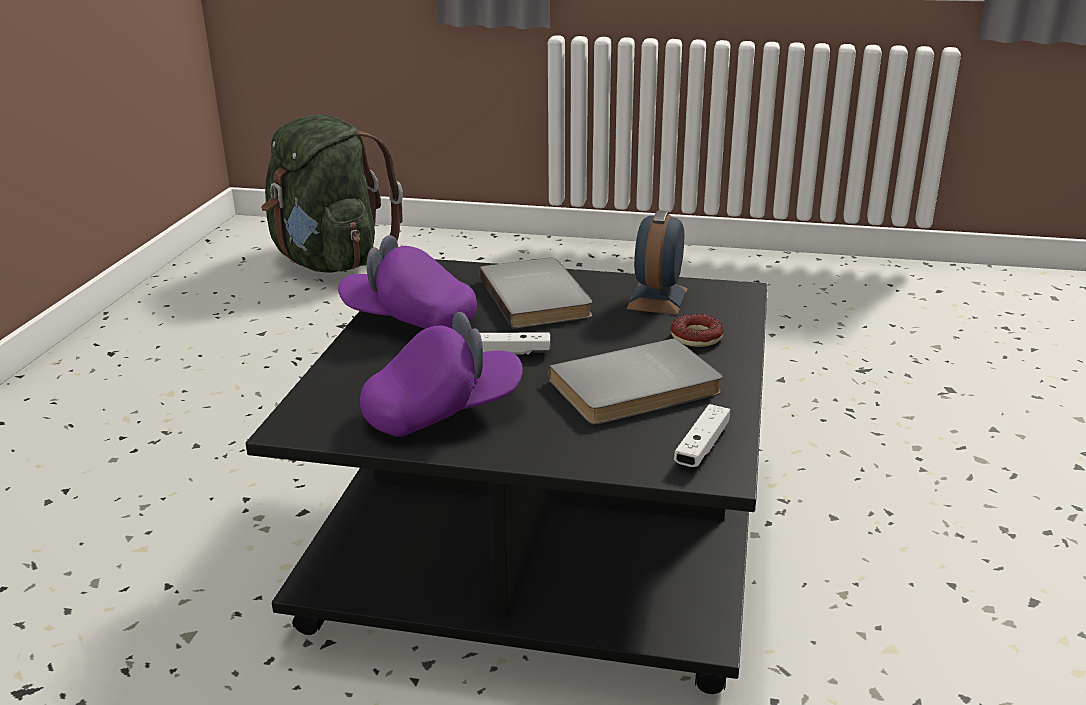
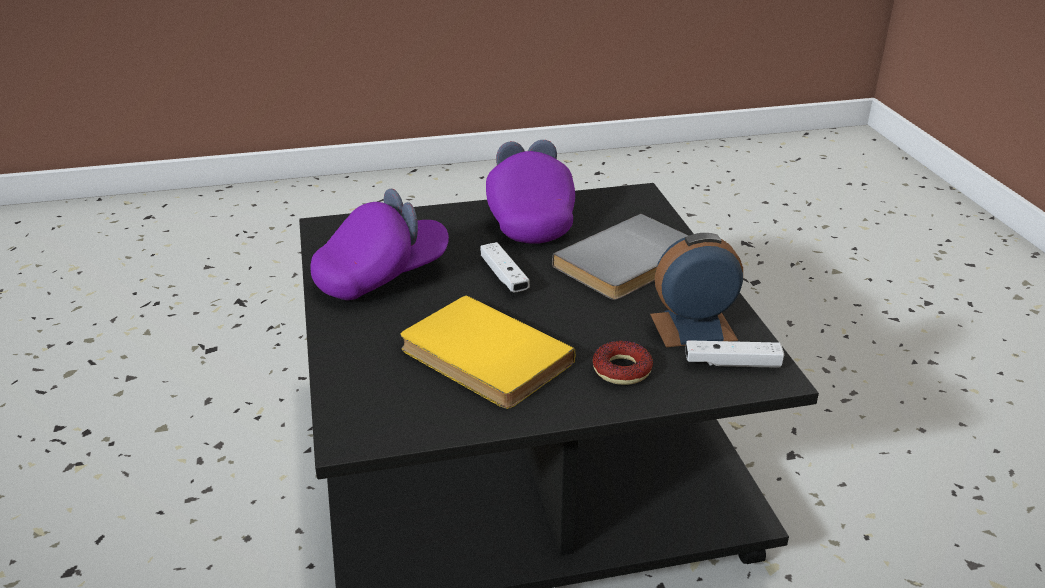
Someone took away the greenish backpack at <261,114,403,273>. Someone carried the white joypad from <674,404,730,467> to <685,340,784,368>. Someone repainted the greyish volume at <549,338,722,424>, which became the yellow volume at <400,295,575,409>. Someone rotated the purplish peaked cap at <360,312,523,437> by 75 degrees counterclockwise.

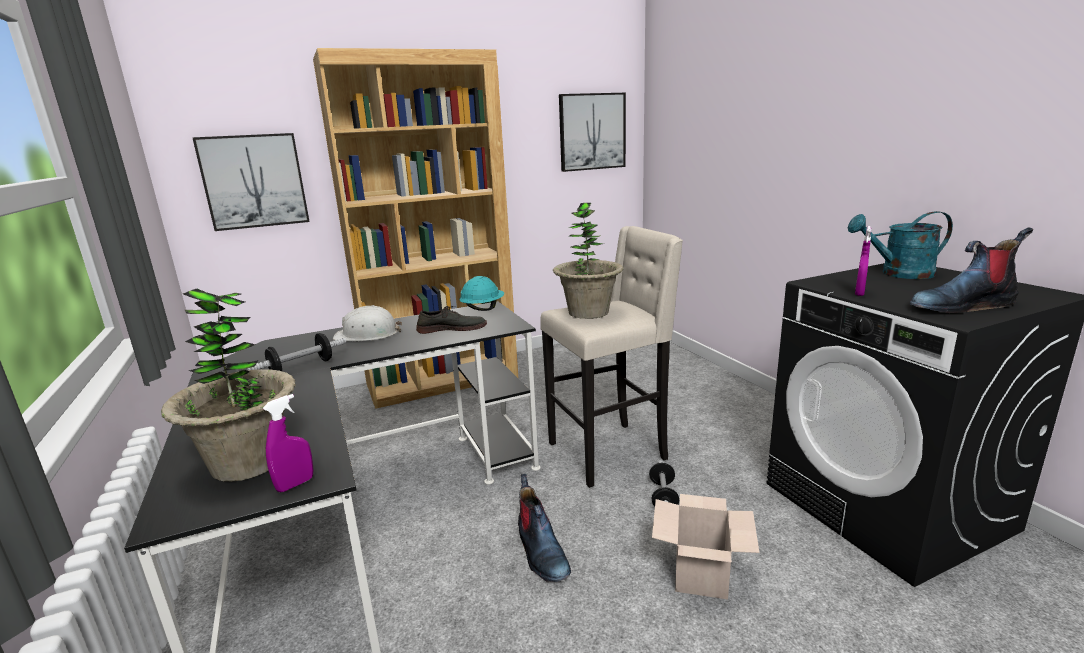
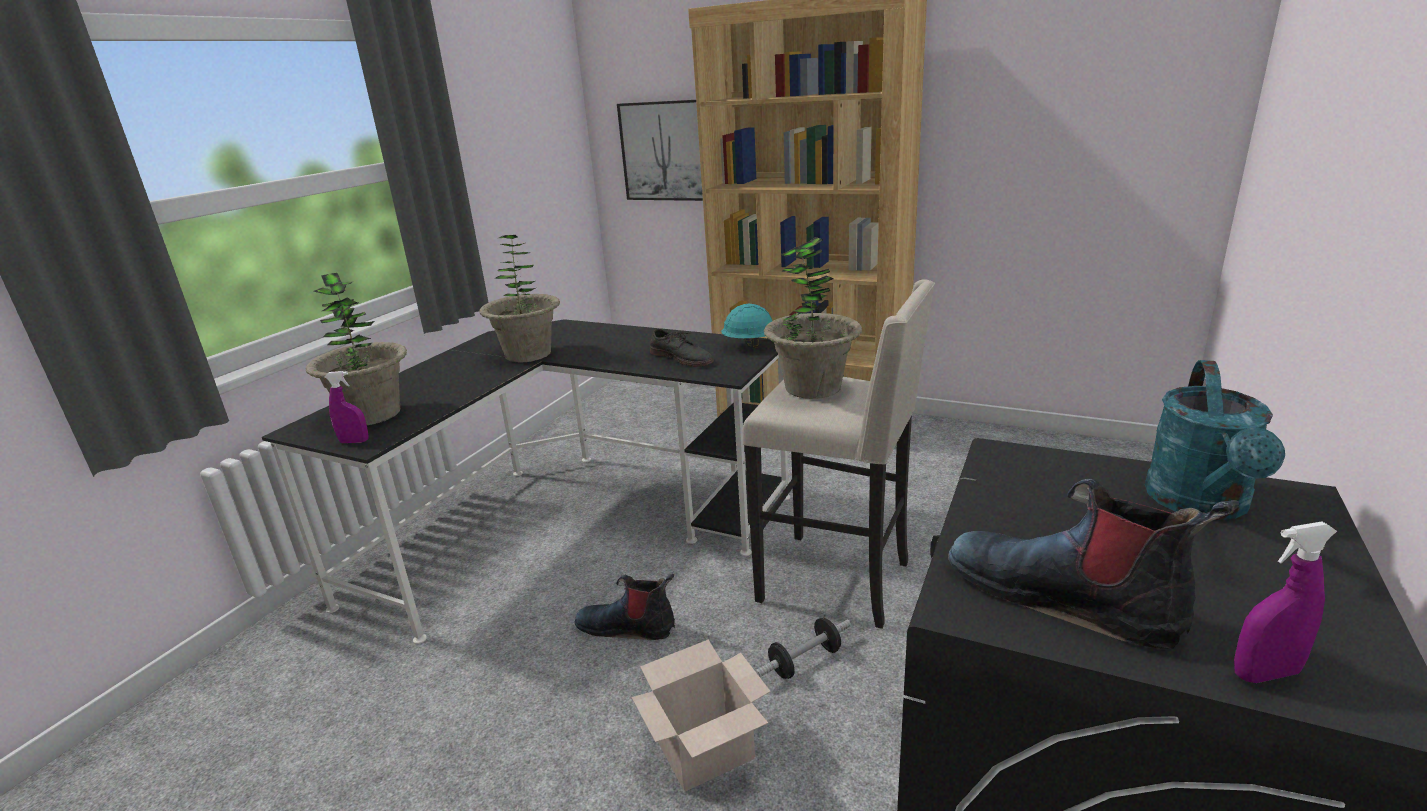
Someone took away the white hard hat at <333,305,402,342>. Someone took away the wall art at <559,93,626,172>. Someone carried the purplish hand sprayer from <855,226,871,296> to <1234,522,1337,683>. Someone swapped the free weight at <247,333,346,371> for the houseplant at <479,235,560,363>. Someone rotated the high-top boot at <518,474,571,582> by 75 degrees clockwise. Someone rotated the turquoise-coloured sprinkling can at <847,211,953,279> by 120 degrees counterclockwise.

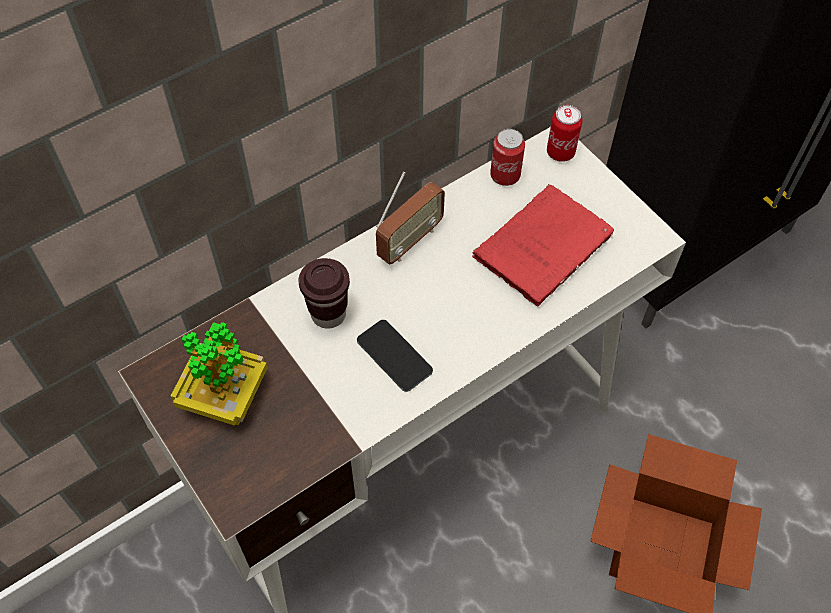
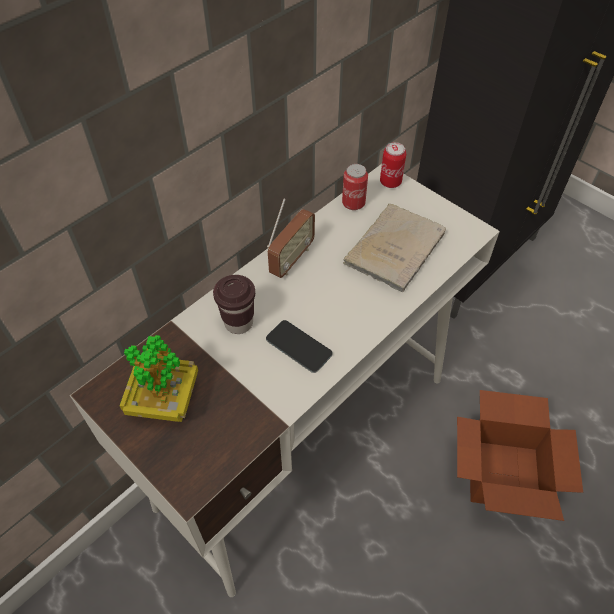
Someone repainted the reddish volume at <472,184,614,307>, which became the beige volume at <343,204,446,292>.

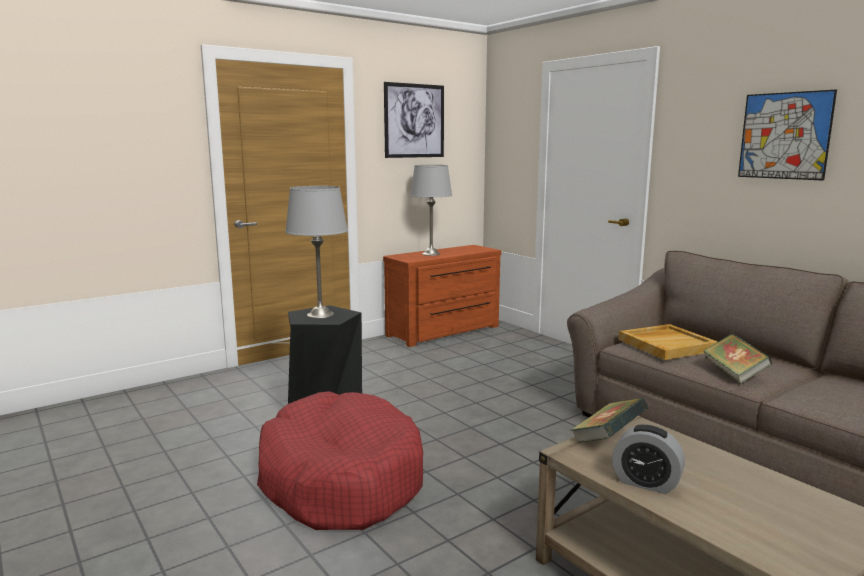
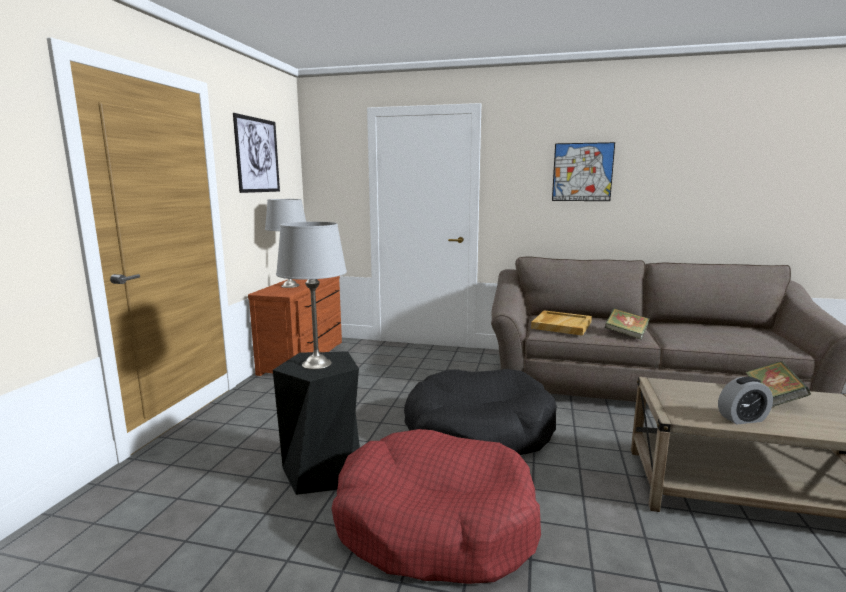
Someone put down the blackish pet bed at <404,369,557,455>. Someone carried the volume from <571,398,648,443> to <745,361,811,407>.

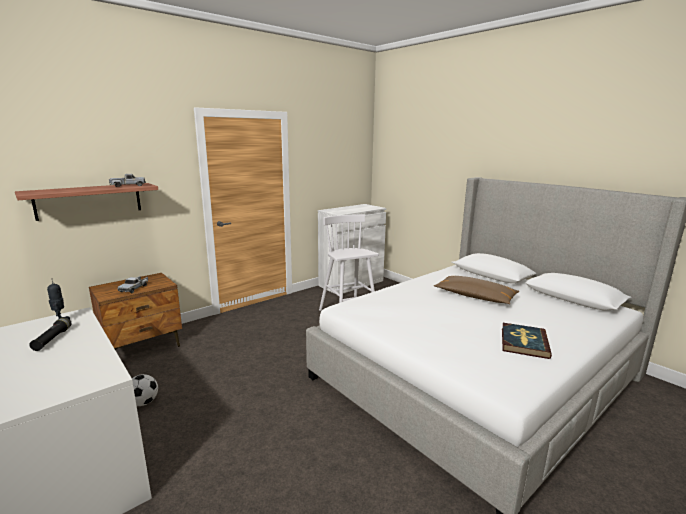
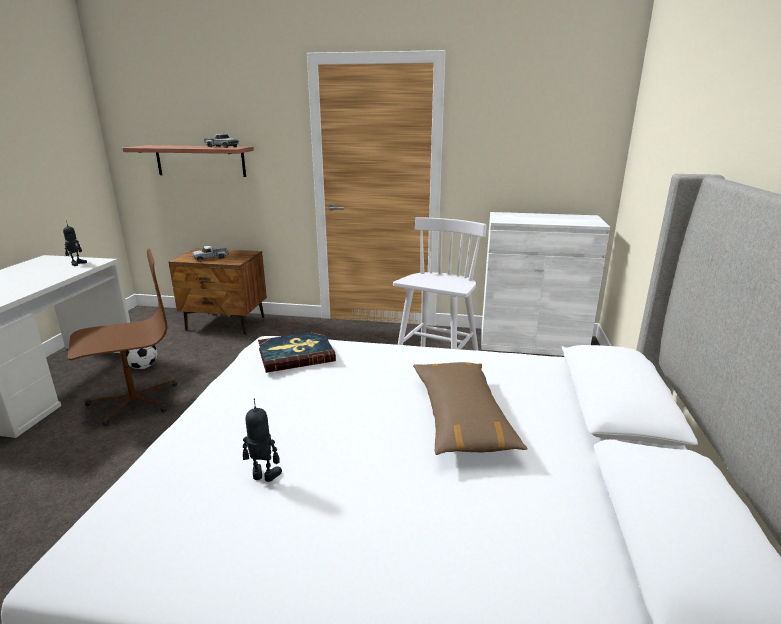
Someone took away the blackish hand torch at <29,317,72,351>. Someone put down the brownish office chair at <68,248,177,426>. Someone put down the model robot at <243,398,282,482>. Someone carried the volume from <502,323,552,359> to <258,331,336,373>.

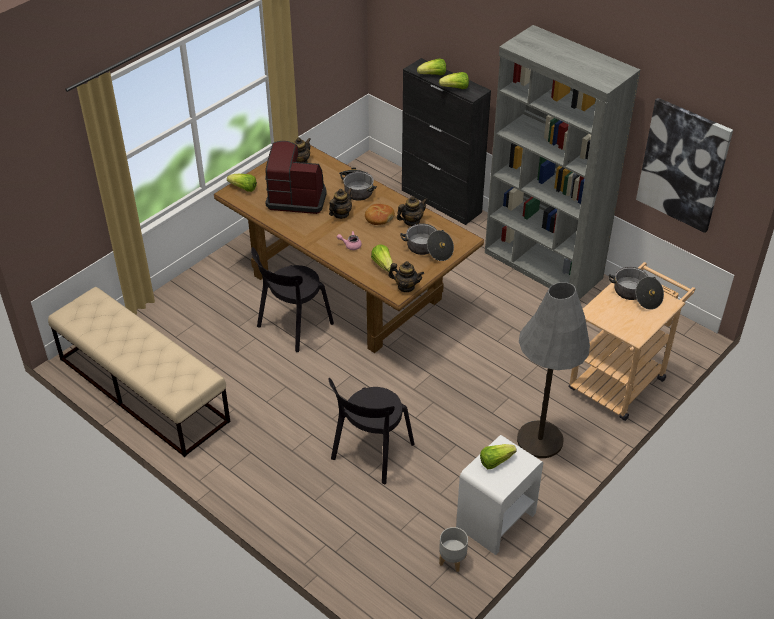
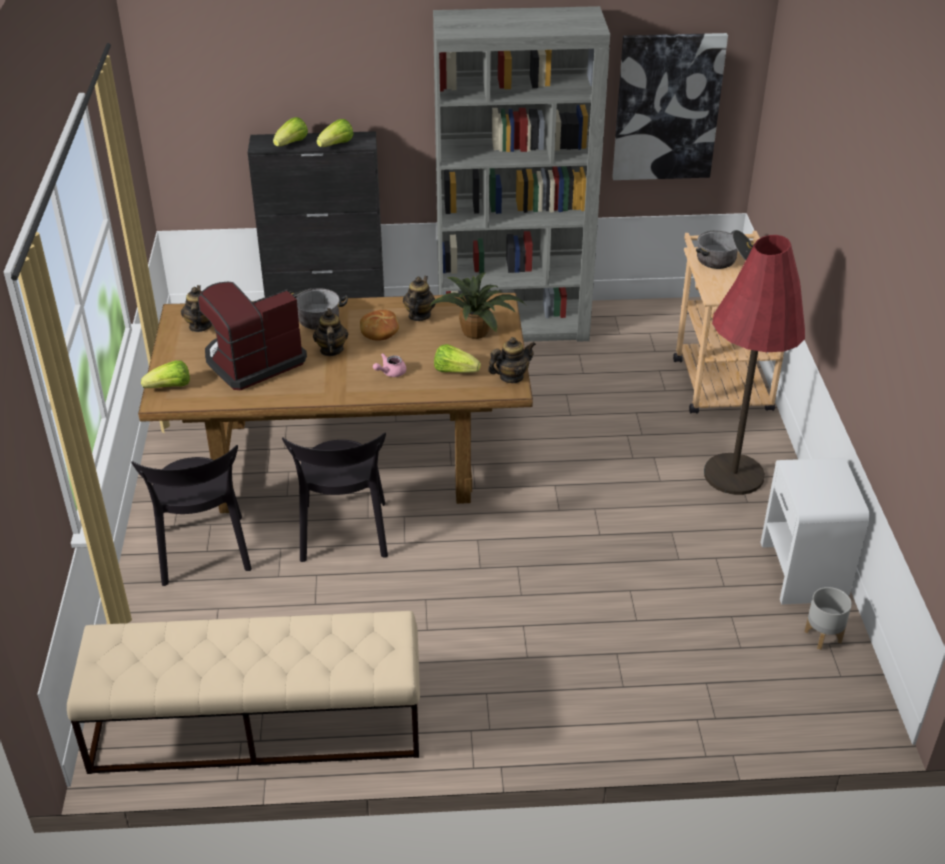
Someone took away the head of lettuce at <480,444,517,469>. Someone carried the blackish chair from <329,378,414,484> to <131,445,252,586>. Someone swapped the saucepot at <400,224,454,261> for the houseplant at <429,273,525,339>. Someone repainted the greyish floor lamp at <517,282,590,458>, which became the reddish floor lamp at <704,235,805,495>.

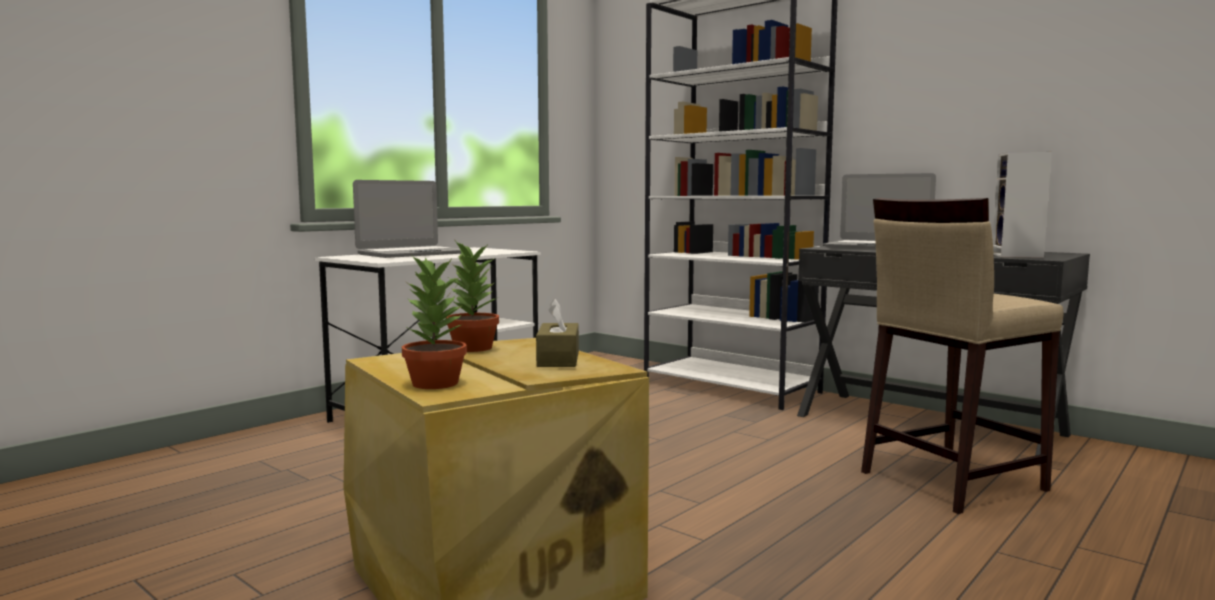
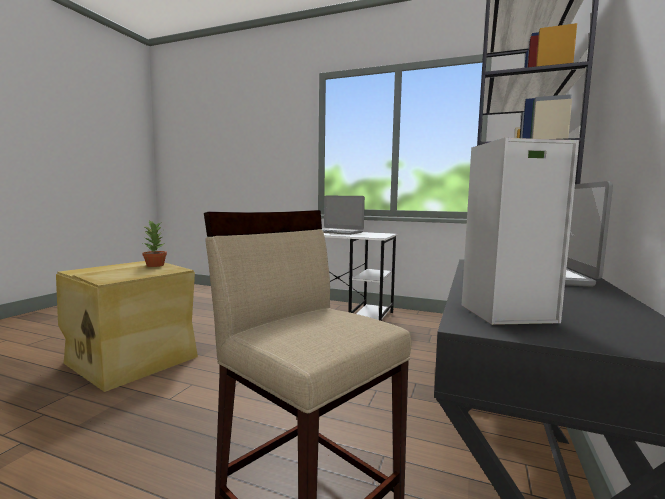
Someone took away the houseplant at <402,253,467,389>. Someone took away the brownish tissue holder at <536,299,579,367>.

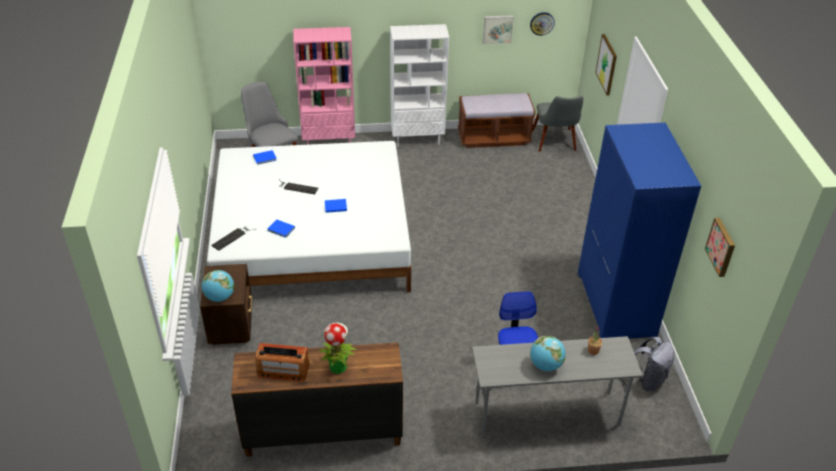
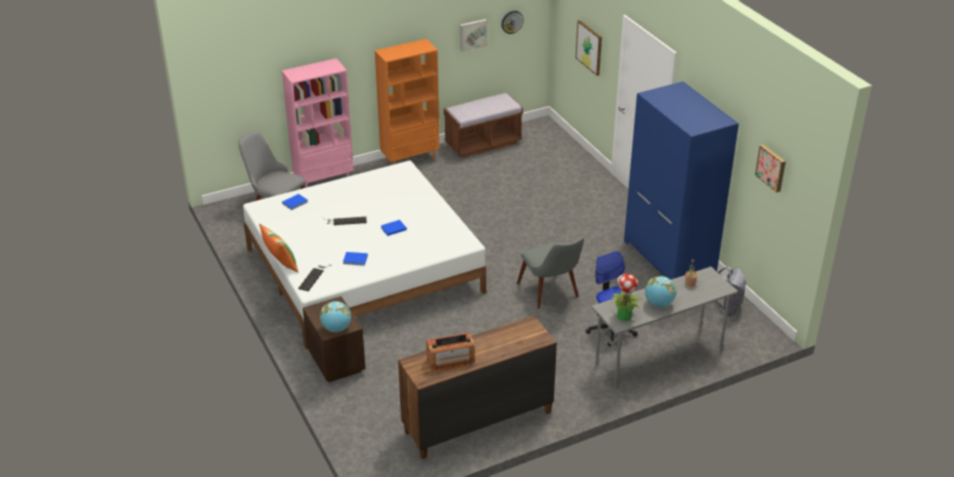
Someone put down the pillow at <259,224,298,273>. Someone carried the houseplant from <318,323,357,374> to <611,274,642,321>. Someone carried the greyish chair from <532,96,583,152> to <517,237,584,309>. Someone repainted the white bookcase at <390,24,449,147>, which became the orangey bookcase at <375,39,440,164>.

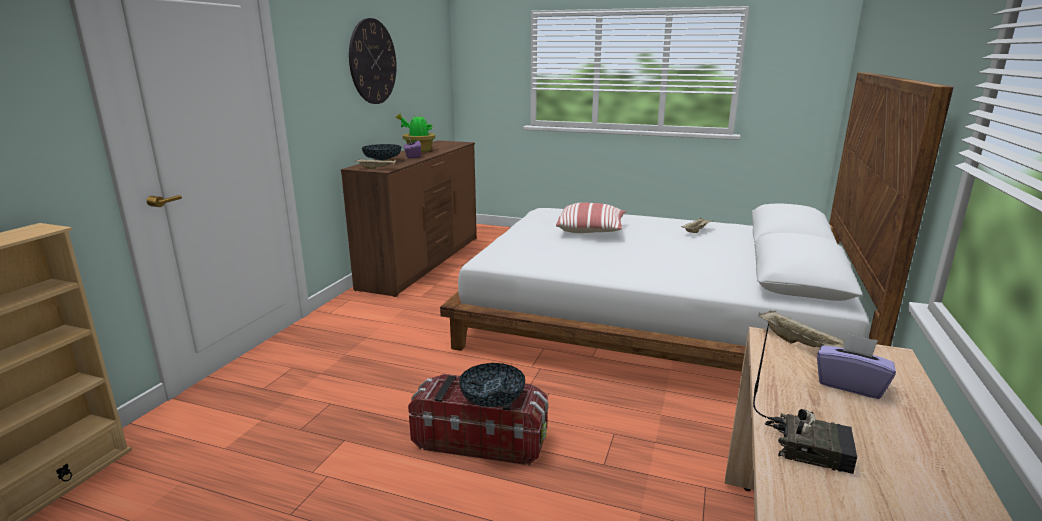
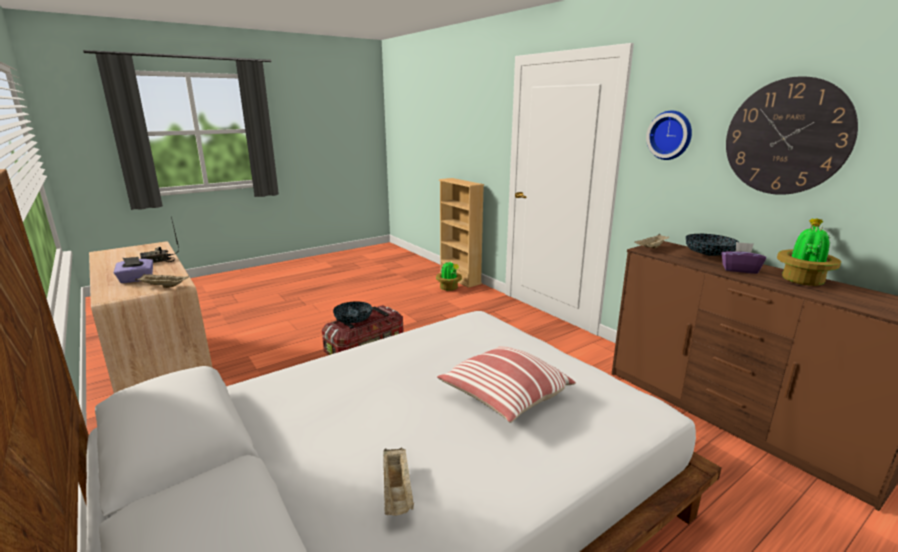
Someone put down the houseplant at <436,262,462,290>. Someone put up the clock on the wall at <646,110,692,160>.

